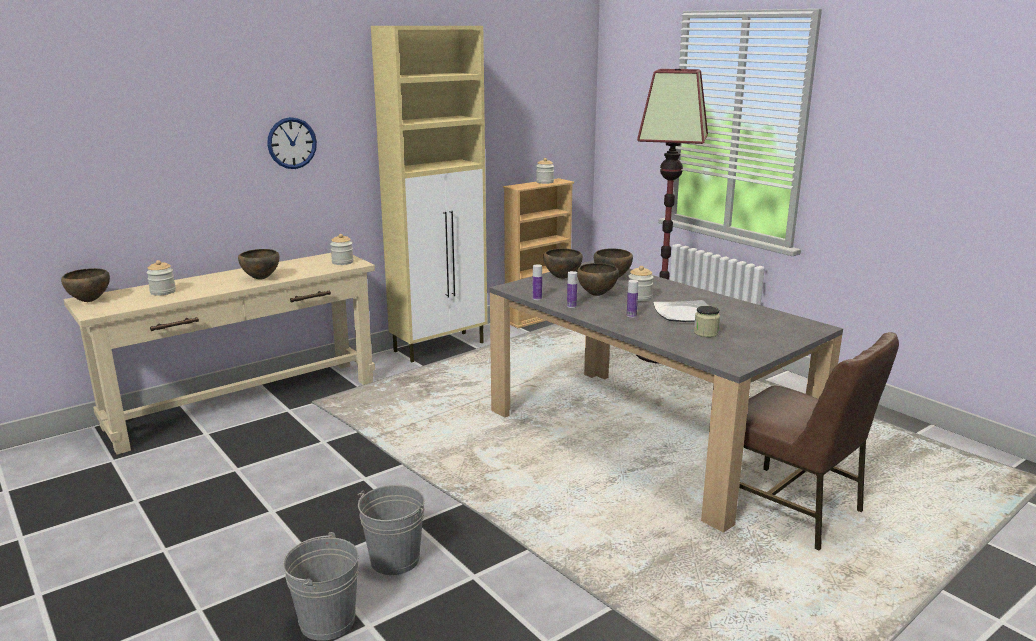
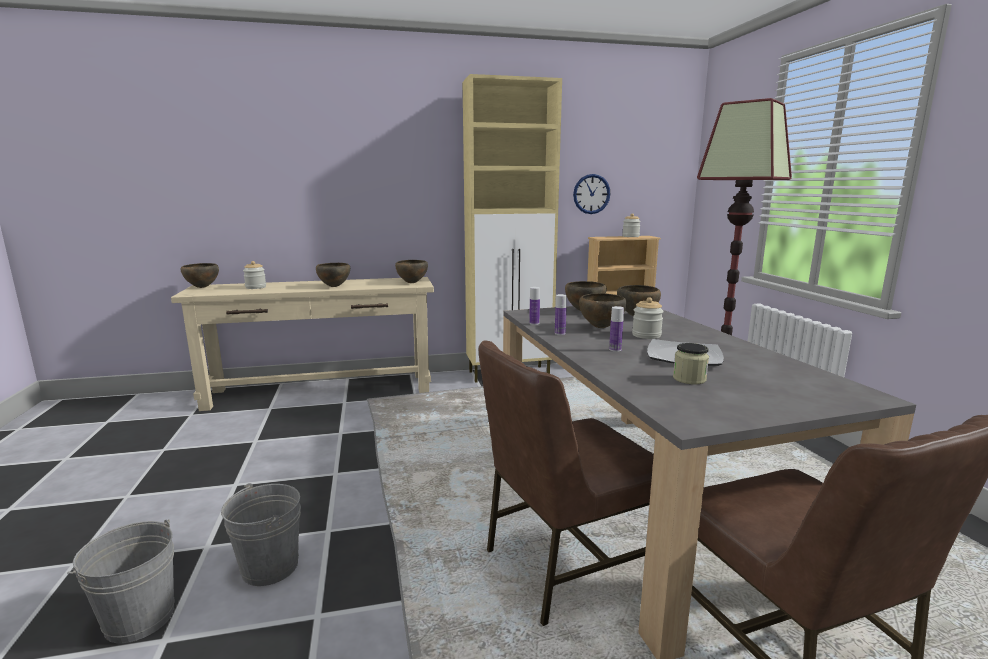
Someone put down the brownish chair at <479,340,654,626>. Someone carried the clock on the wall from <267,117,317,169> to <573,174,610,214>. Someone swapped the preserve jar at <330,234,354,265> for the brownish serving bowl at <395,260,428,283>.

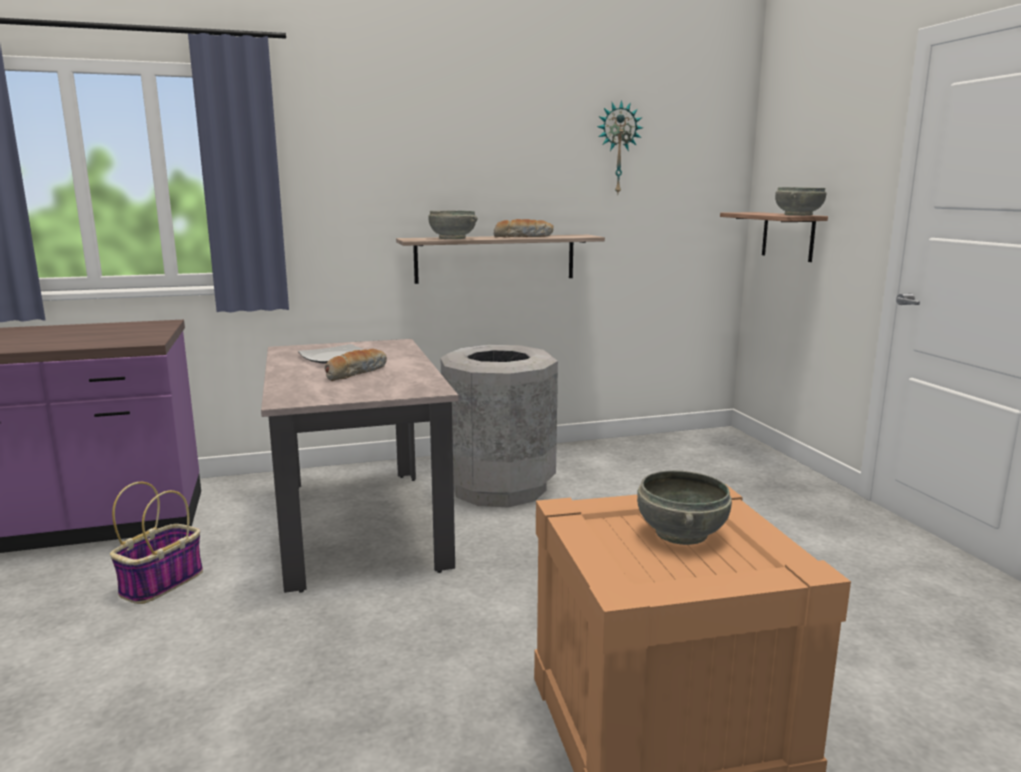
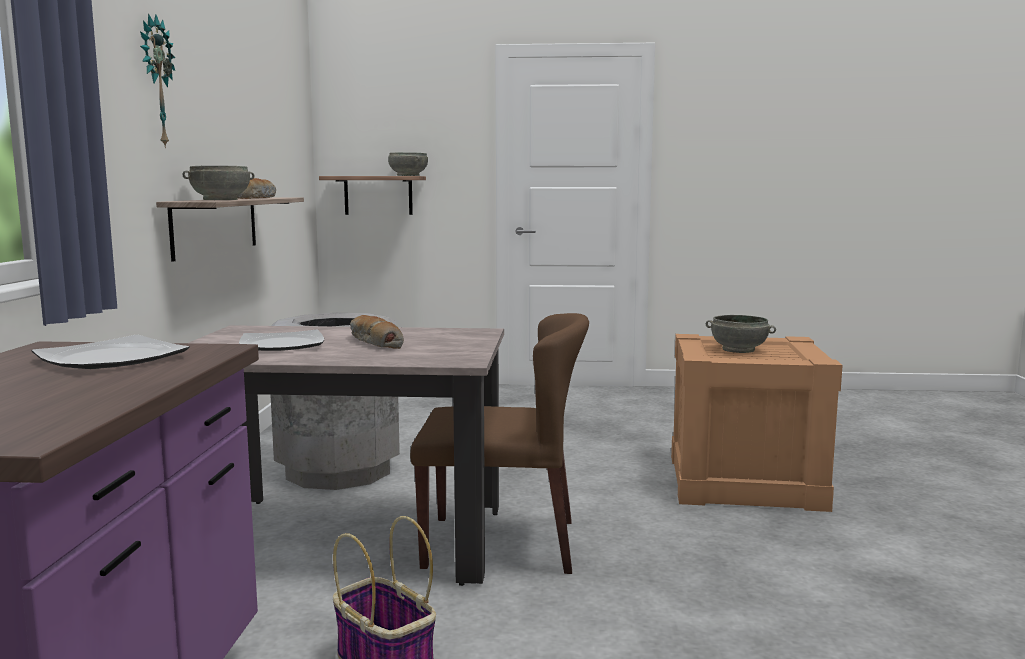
Someone put down the plate at <32,335,190,369>. Someone put down the brownish chair at <410,313,589,574>. Someone carried the clock on the wall from <597,100,643,196> to <140,14,175,148>.

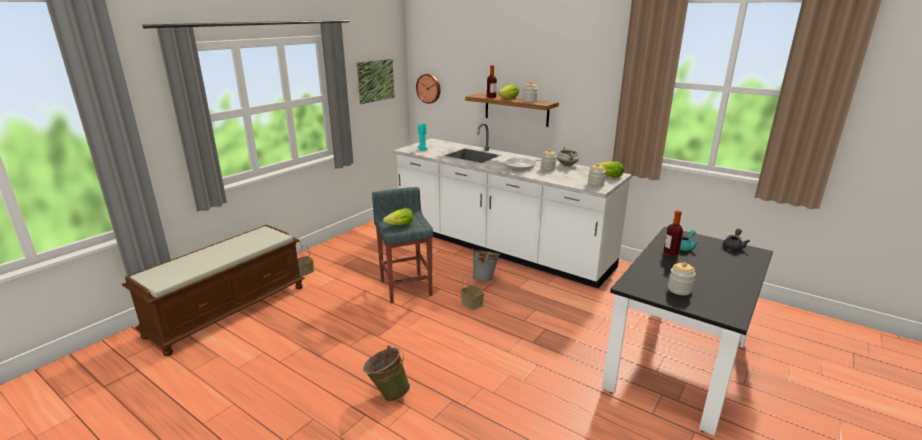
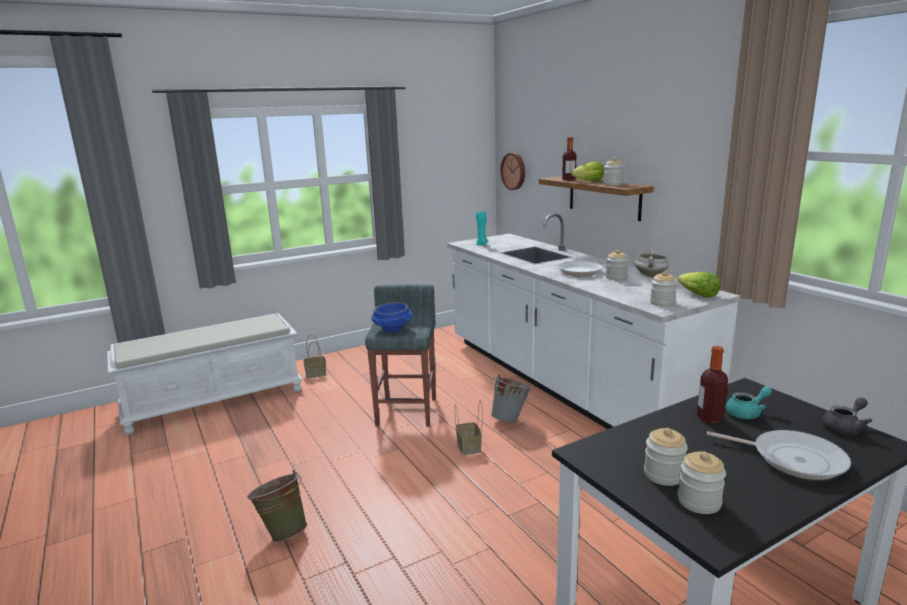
Someone took away the wall art at <357,59,395,104>. Someone put down the preserve jar at <678,452,726,514>. Someone put down the frying pan at <707,430,851,480>. Someone swapped the head of lettuce at <383,208,413,225> for the blue-coloured serving bowl at <371,303,412,332>. Someone repainted the brownish bench at <122,225,305,356>, which became the white bench at <107,313,303,434>.

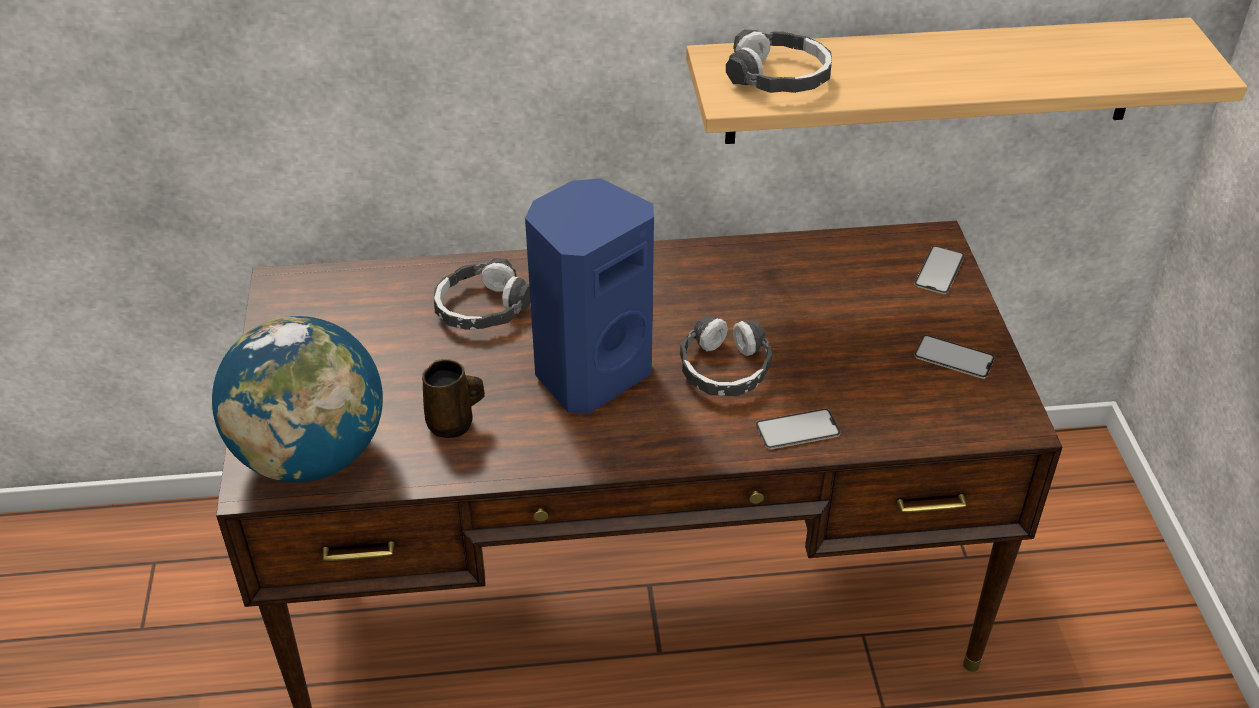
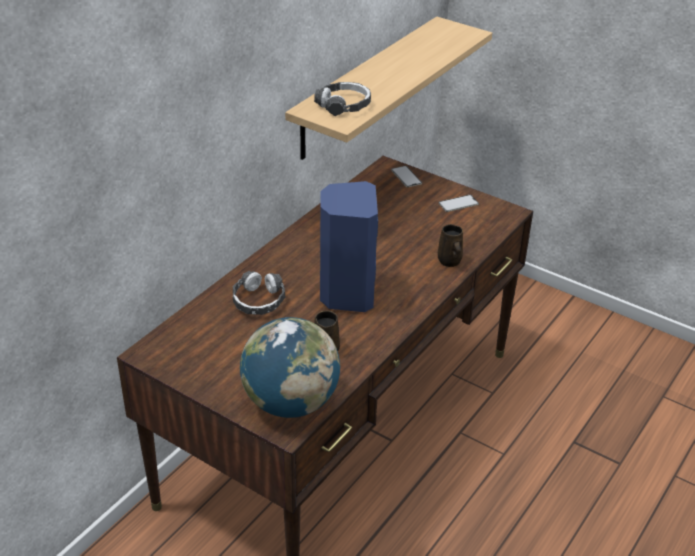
Someone took away the headphones at <680,315,772,396>. Someone swapped the handset at <756,409,840,449> for the brownish tea mug at <438,224,463,267>.

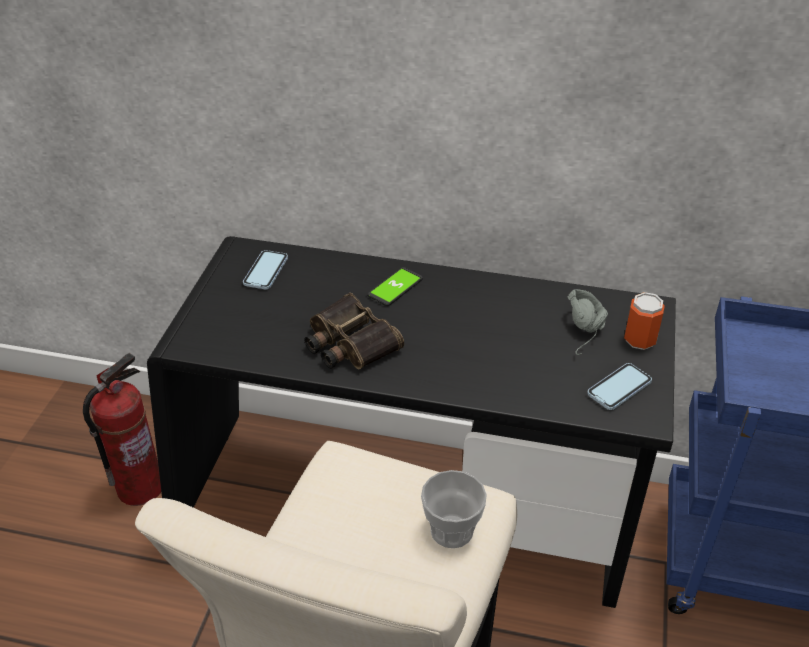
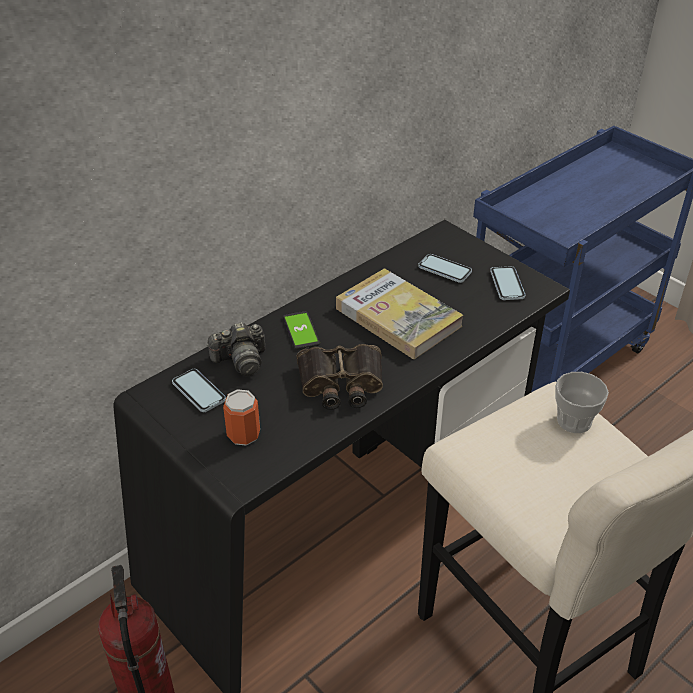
Someone put down the still camera at <206,322,265,376>. Someone put down the volume at <336,268,464,359>. Someone carried the can from <624,292,665,350> to <223,389,260,446>. Someone swapped the greyish headphones at <568,289,608,355> for the handset at <418,254,472,283>.

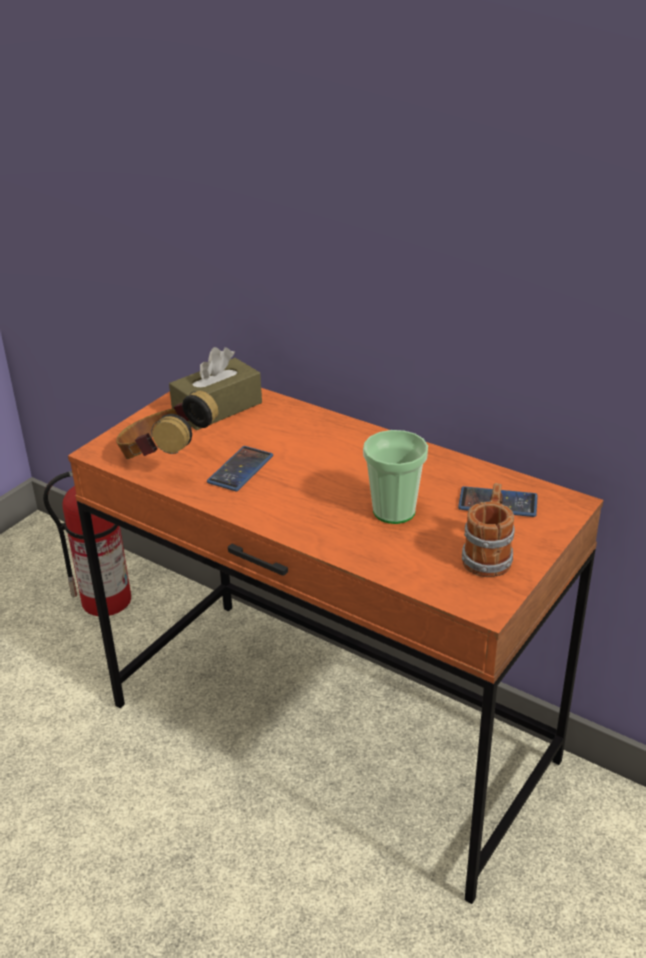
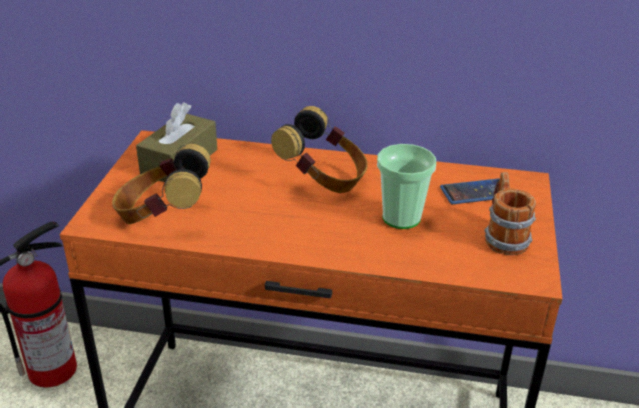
Someone took away the handset at <207,446,273,491>. Someone put down the headphones at <271,106,368,193>.

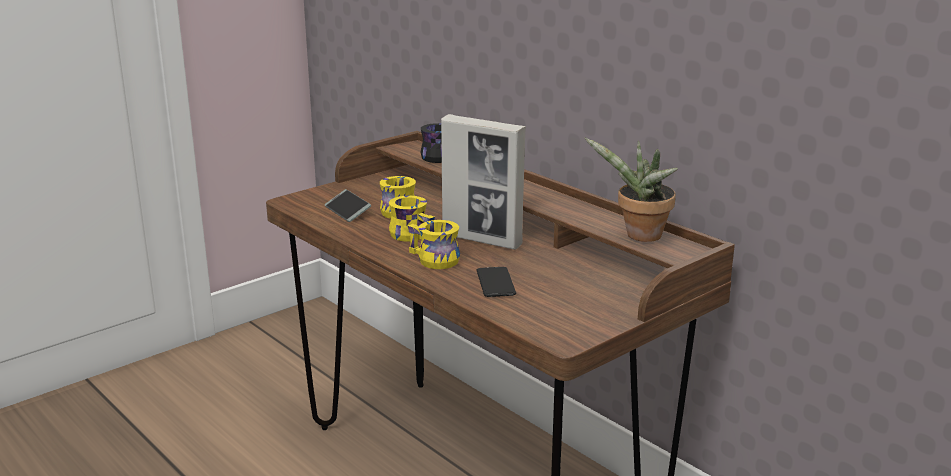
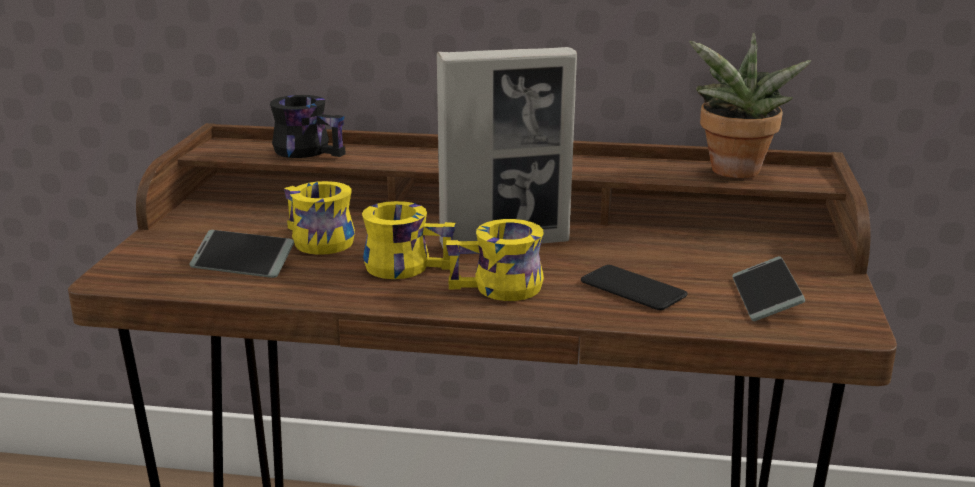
Someone put down the handset at <732,256,805,321>.

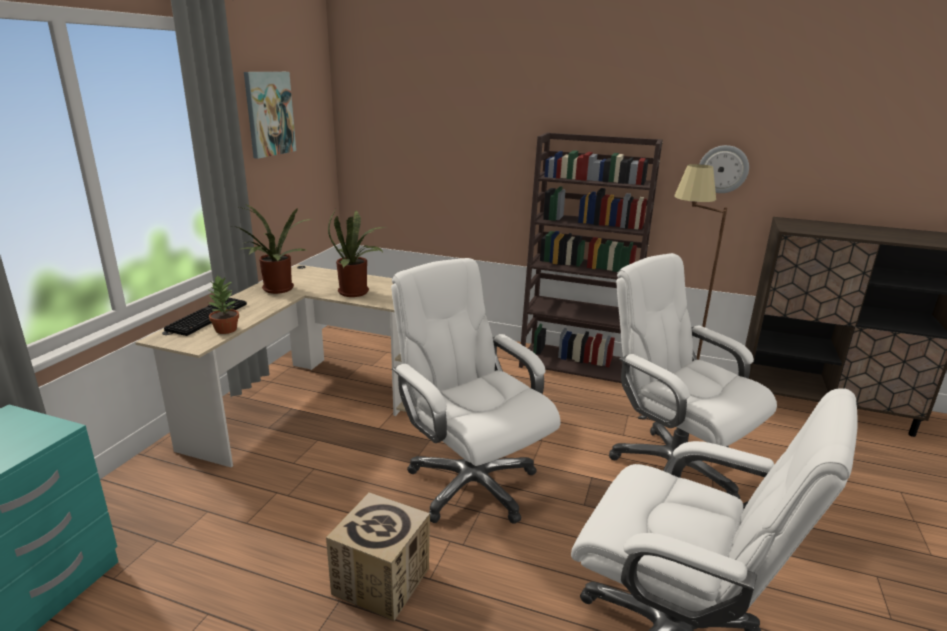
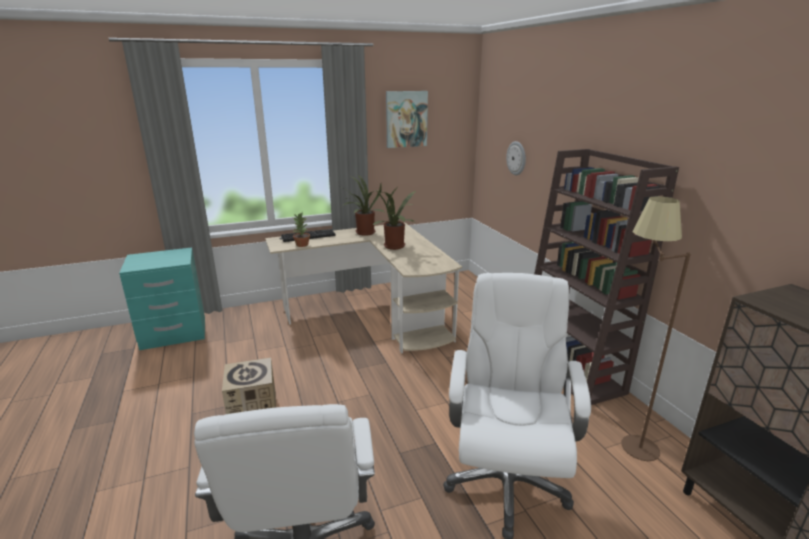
Someone took away the white office chair at <391,258,561,524>. Someone carried the clock on the wall from <699,145,749,193> to <506,141,526,175>.

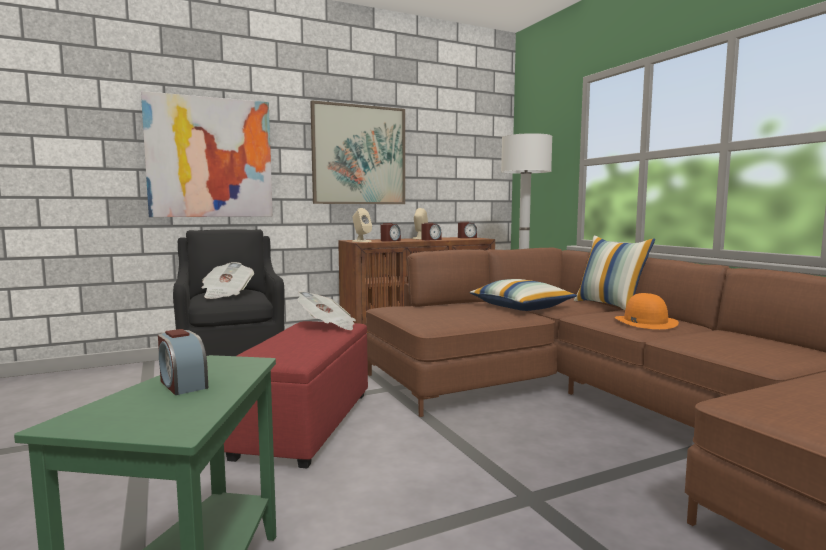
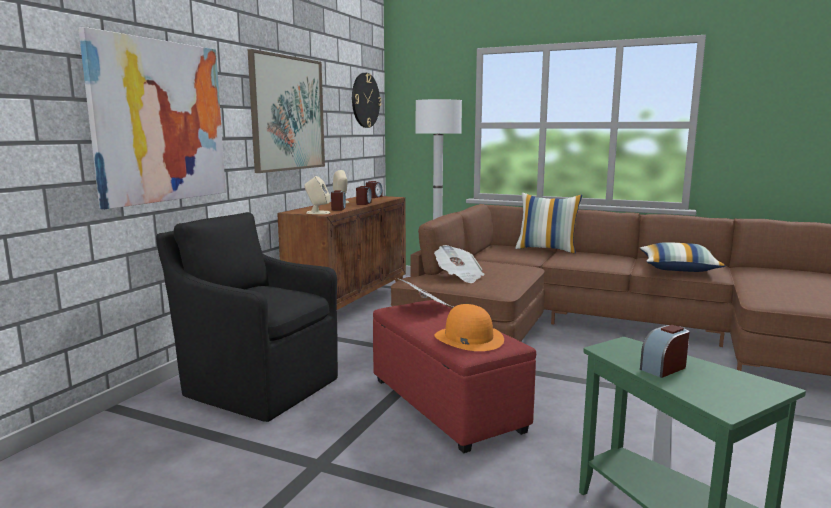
Someone put up the clock on the wall at <352,73,381,128>. Someone carried the daily paper from <202,262,254,299> to <434,245,485,283>. Someone carried the pillow from <470,279,577,311> to <640,242,726,272>. Someone carried the orangey wearable hat from <615,293,679,329> to <434,304,504,351>. Someone rotated the bedside clock at <158,329,208,395> by 135 degrees clockwise.

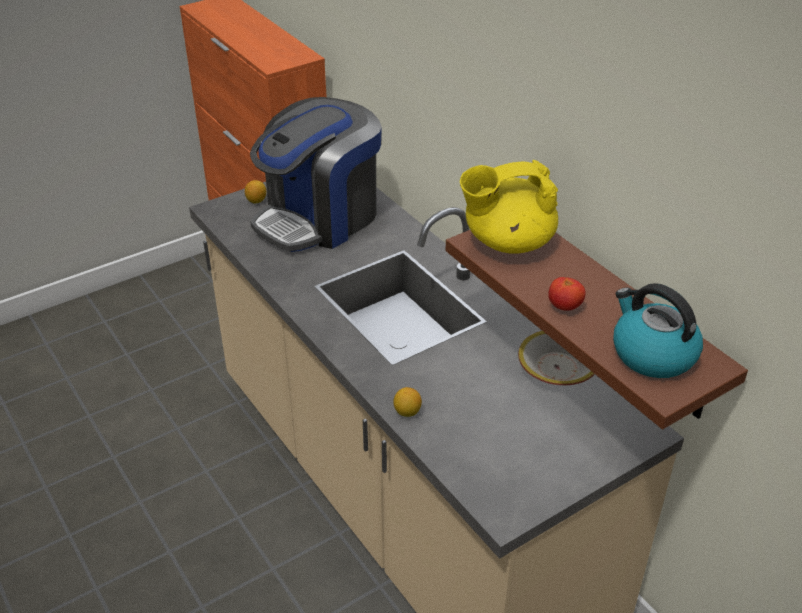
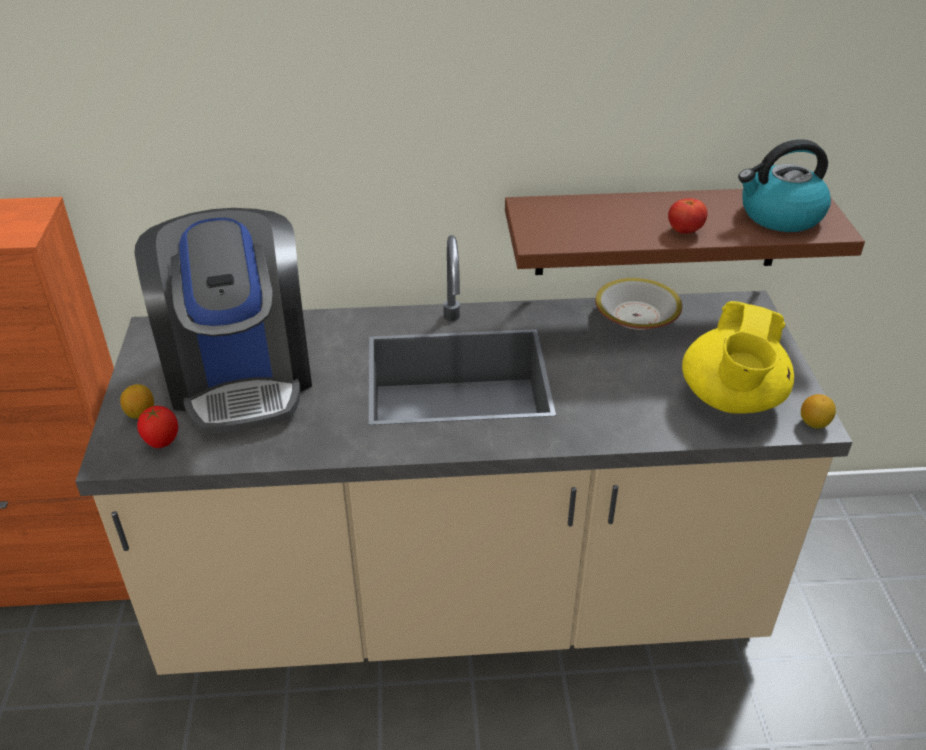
Someone put down the fresh tomato at <137,406,178,448>. Someone carried the citrus fruit from <393,387,422,417> to <801,394,836,429>. Someone carried the yellow pot for tea from <460,160,558,254> to <682,301,794,414>.

